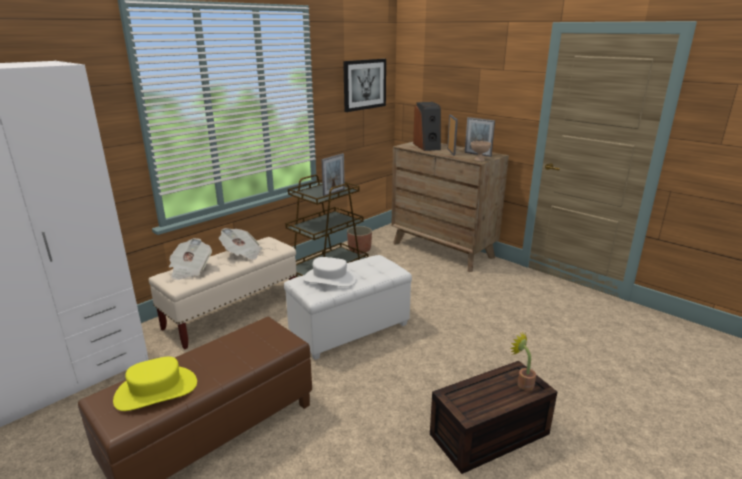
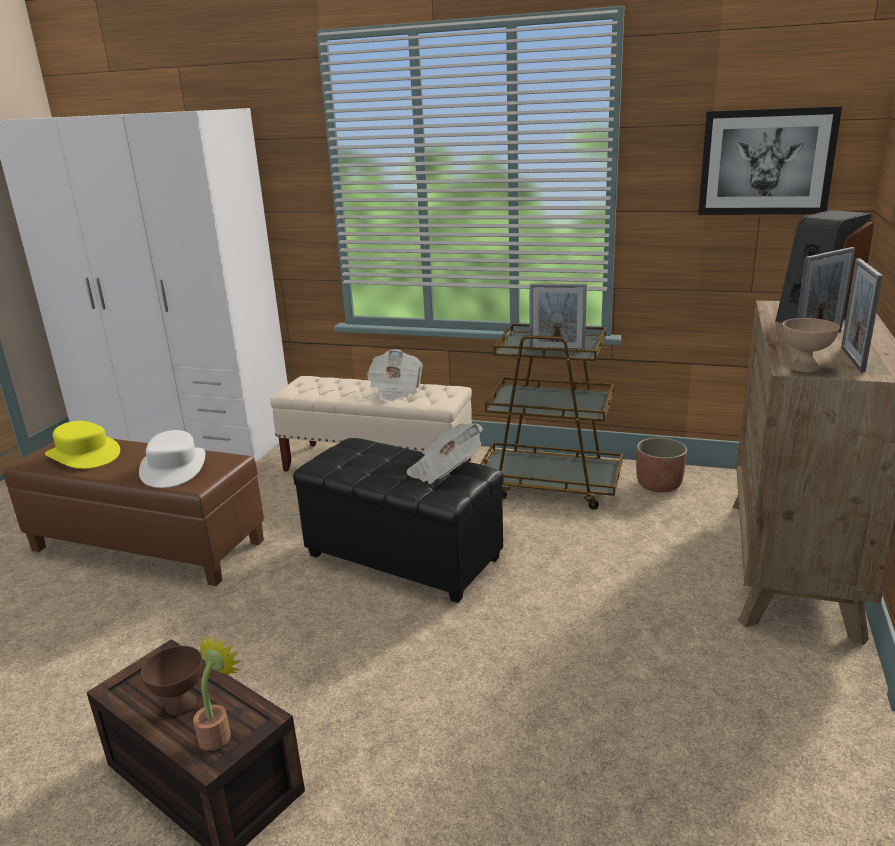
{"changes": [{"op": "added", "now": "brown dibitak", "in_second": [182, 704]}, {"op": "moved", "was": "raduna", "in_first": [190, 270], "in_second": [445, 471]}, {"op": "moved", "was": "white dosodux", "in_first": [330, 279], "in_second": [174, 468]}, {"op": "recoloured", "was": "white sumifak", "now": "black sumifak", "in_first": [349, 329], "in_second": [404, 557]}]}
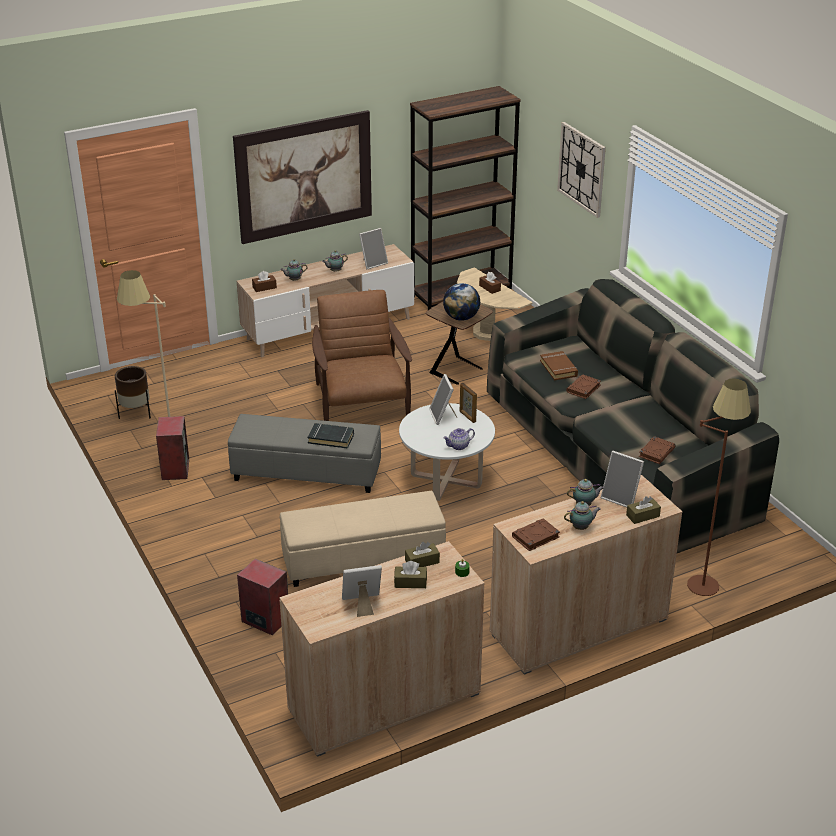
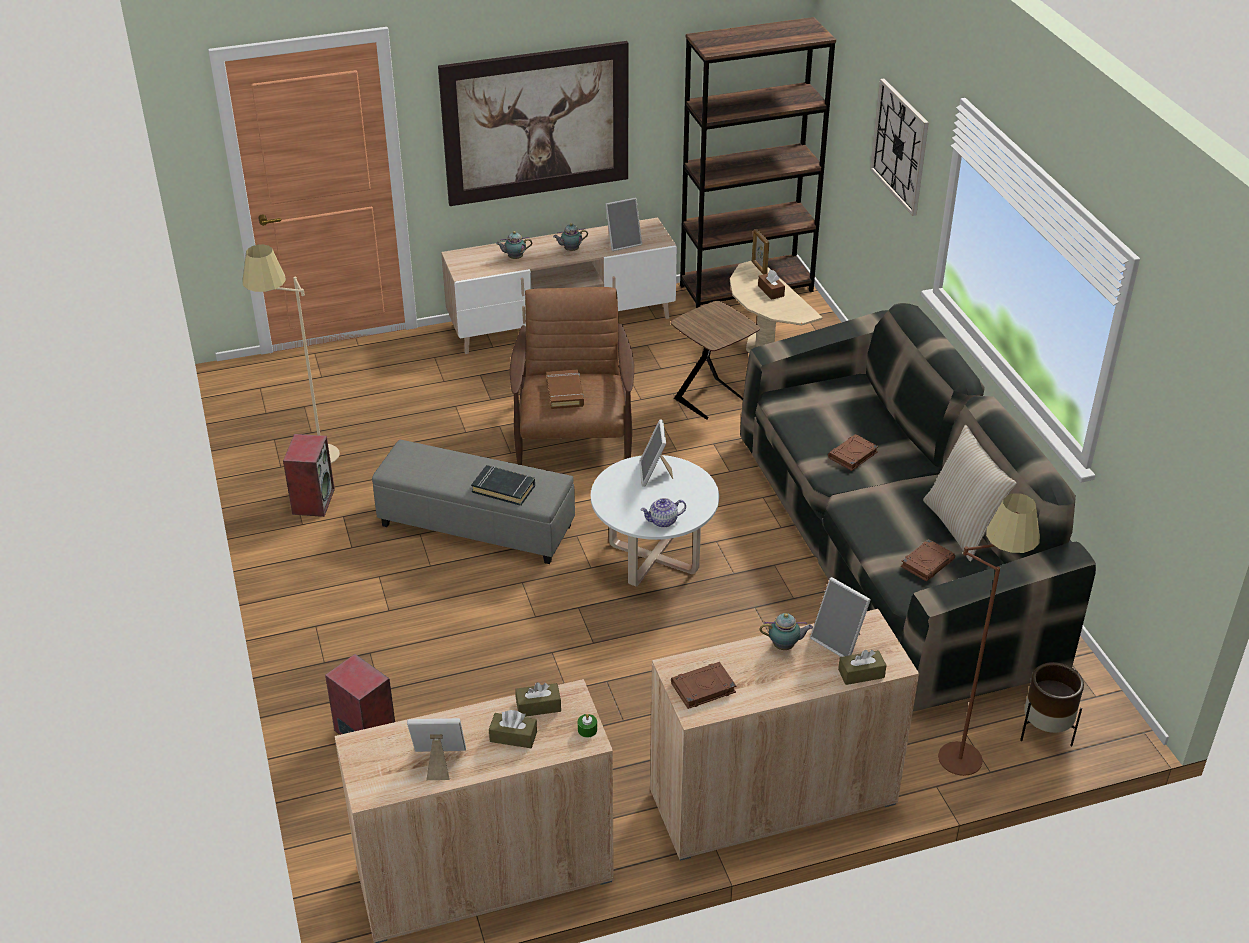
{"changes": [{"op": "removed", "was": "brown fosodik", "in_first": [264, 287]}, {"op": "removed", "was": "beige sumifak", "in_first": [363, 560]}, {"op": "removed", "was": "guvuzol", "in_first": [461, 318]}, {"op": "removed", "was": "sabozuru", "in_first": [581, 527]}, {"op": "added", "now": "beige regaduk", "in_second": [961, 527]}, {"op": "moved", "was": "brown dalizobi", "in_first": [136, 413], "in_second": [1045, 732]}, {"op": "moved", "was": "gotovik", "in_first": [467, 417], "in_second": [759, 268]}, {"op": "moved", "was": "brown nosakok", "in_first": [558, 368], "in_second": [565, 393]}]}
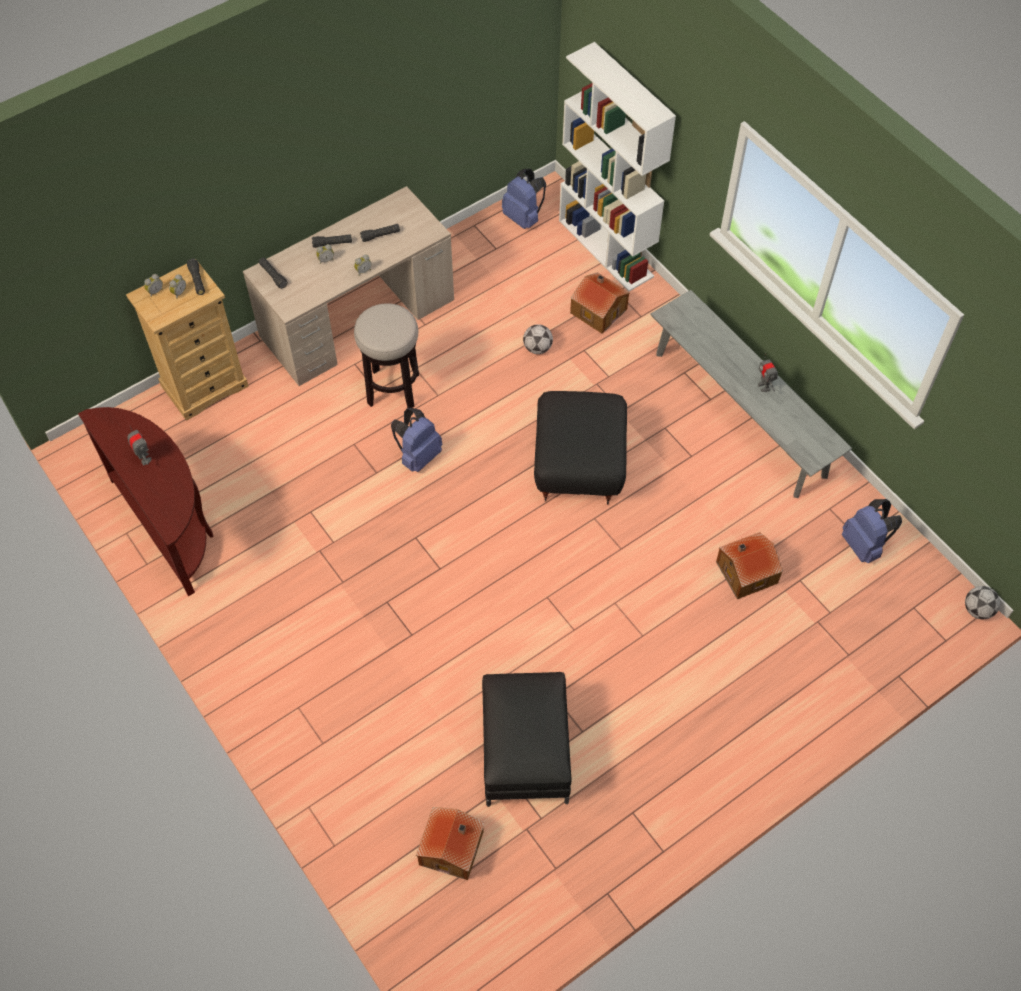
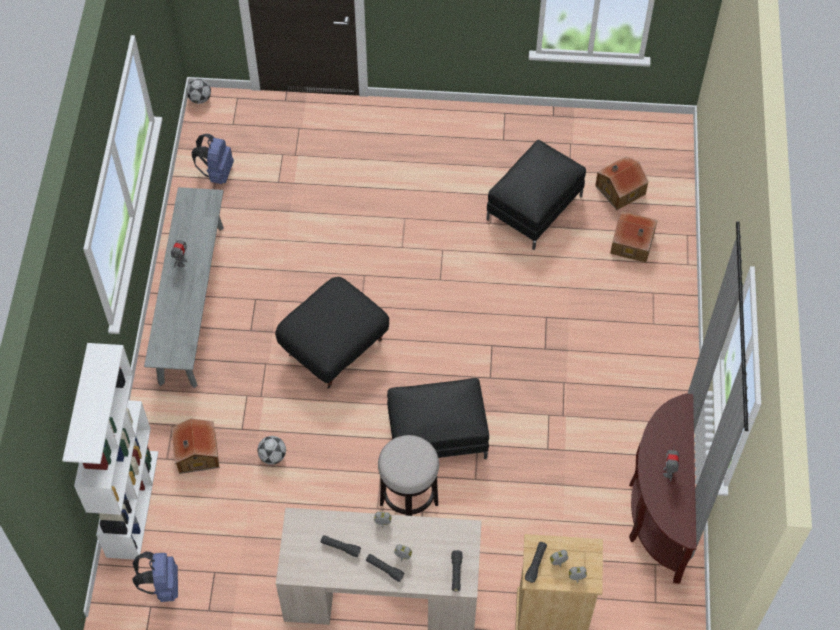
{"changes": [{"op": "moved", "was": "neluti", "in_first": [745, 572], "in_second": [632, 244]}, {"op": "replaced", "was": "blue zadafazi", "now": "black sumifak", "in_first": [418, 456], "in_second": [437, 435]}]}
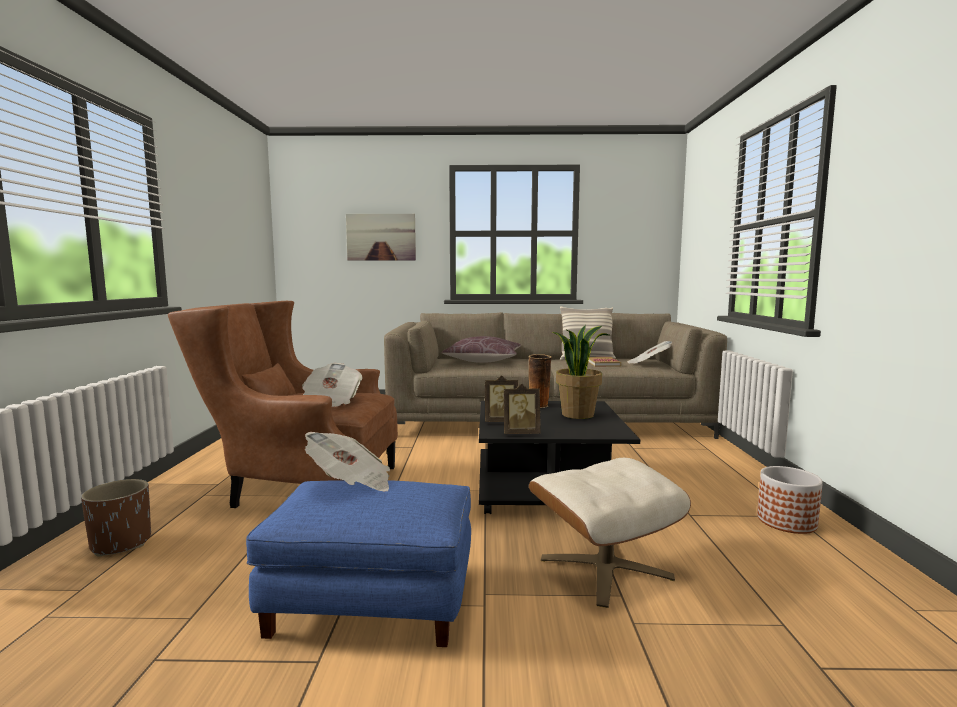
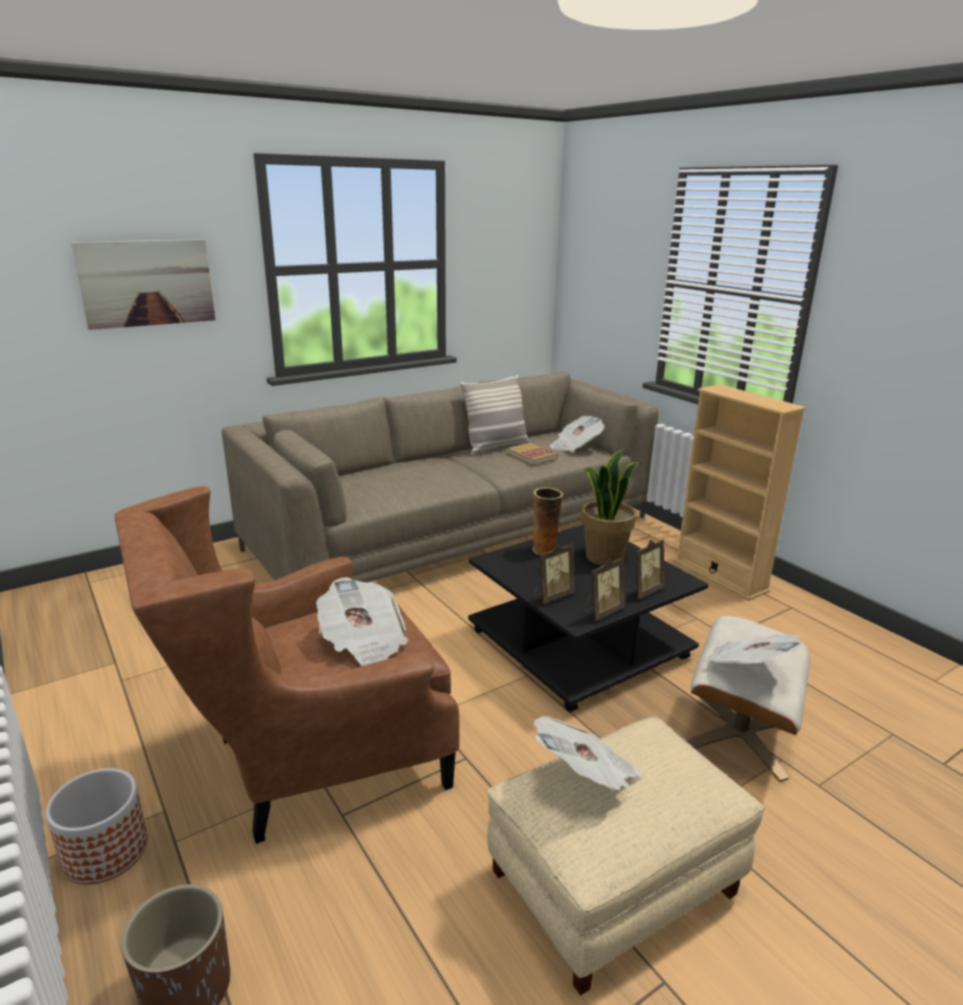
{"changes": [{"op": "removed", "was": "brown regaduk", "in_first": [483, 361]}, {"op": "added", "now": "gotovik", "in_second": [643, 591]}, {"op": "added", "now": "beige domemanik", "in_second": [720, 576]}, {"op": "added", "now": "raduna", "in_second": [747, 668]}, {"op": "moved", "was": "dalizobi", "in_first": [787, 521], "in_second": [107, 851]}, {"op": "recoloured", "was": "blue sumifak", "now": "beige sumifak", "in_first": [370, 601], "in_second": [614, 884]}]}
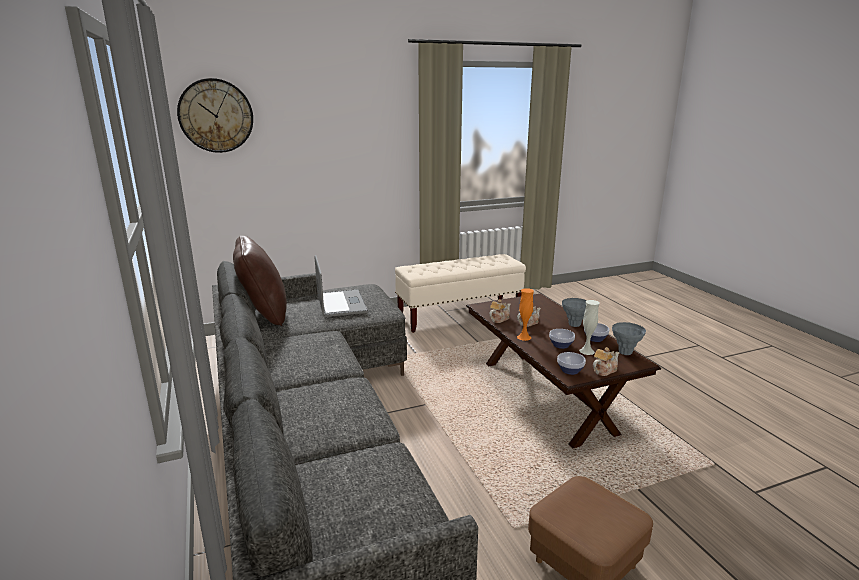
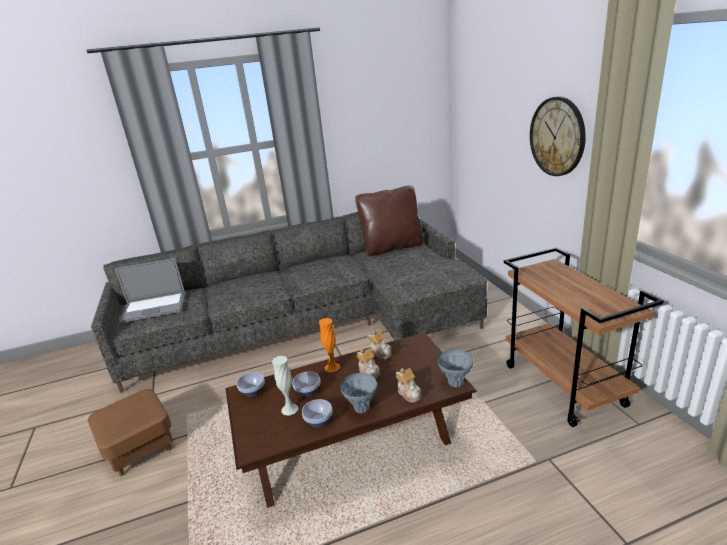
{"changes": [{"op": "moved", "was": "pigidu", "in_first": [216, 116], "in_second": [557, 137]}, {"op": "moved", "was": "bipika", "in_first": [341, 303], "in_second": [153, 307]}, {"op": "moved", "was": "sabozuru", "in_first": [604, 370], "in_second": [409, 393]}, {"op": "moved", "was": "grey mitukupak", "in_first": [625, 352], "in_second": [455, 383]}, {"op": "replaced", "was": "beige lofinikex", "now": "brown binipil", "in_first": [459, 315], "in_second": [564, 385]}]}
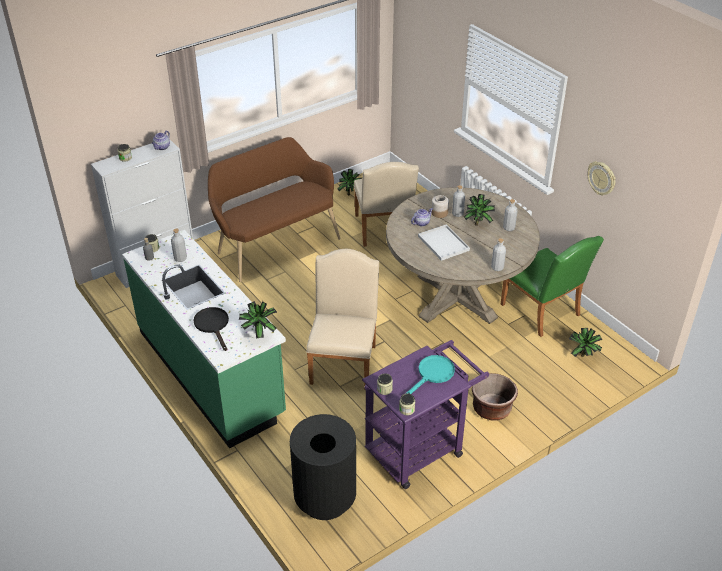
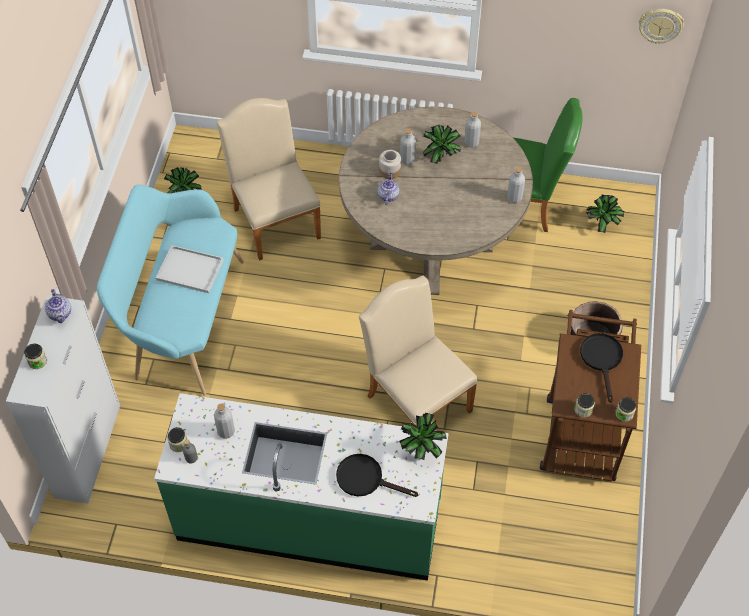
{"changes": [{"op": "removed", "was": "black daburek", "in_first": [325, 499]}, {"op": "moved", "was": "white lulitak", "in_first": [444, 243], "in_second": [191, 270]}, {"op": "moved", "was": "pigidu", "in_first": [601, 178], "in_second": [660, 25]}, {"op": "recoloured", "was": "brown lofinikex", "now": "turquoise lofinikex", "in_first": [275, 244], "in_second": [183, 320]}, {"op": "recoloured", "was": "purple binipil", "now": "brown binipil", "in_first": [420, 447], "in_second": [580, 429]}, {"op": "recoloured", "was": "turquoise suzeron", "now": "black suzeron", "in_first": [433, 374], "in_second": [602, 360]}, {"op": "turned", "was": "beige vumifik", "in_first": [383, 231], "in_second": [274, 218], "clockwise": -150}]}
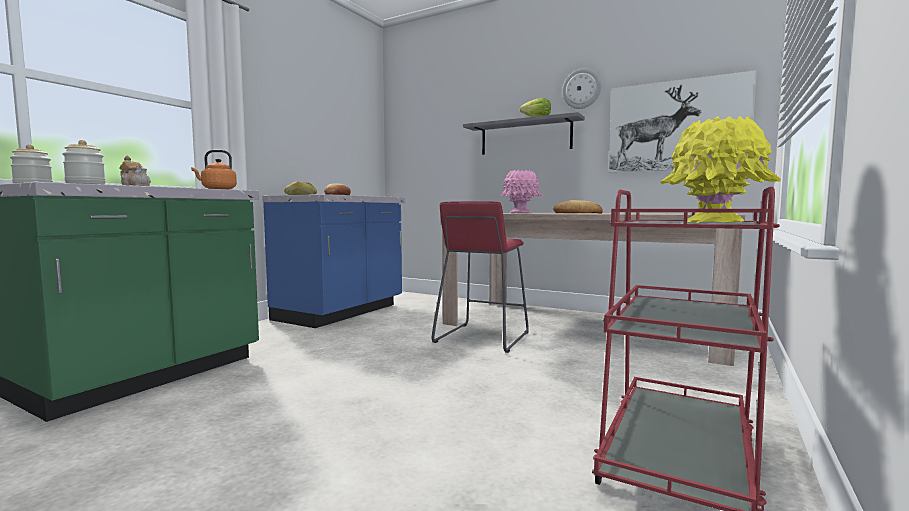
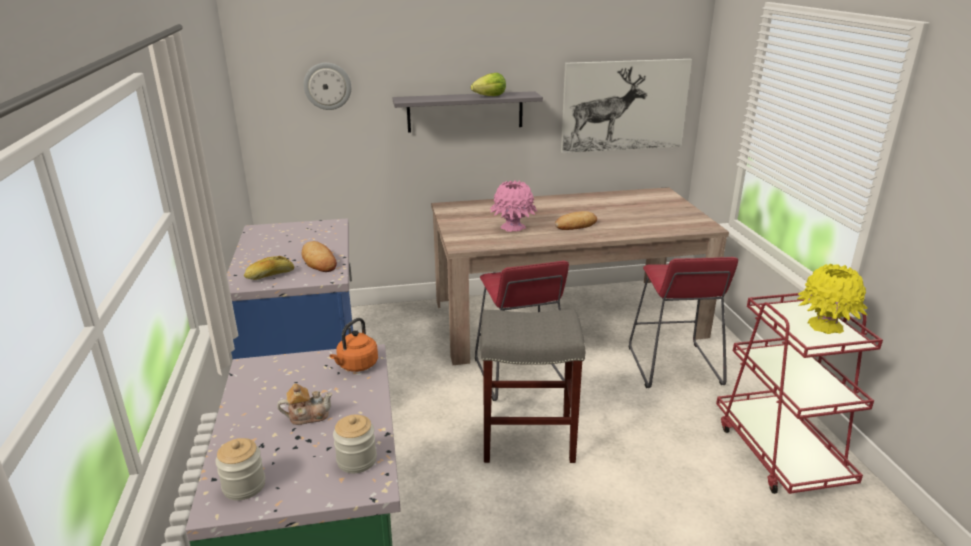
{"changes": [{"op": "added", "now": "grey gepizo", "in_second": [529, 439]}, {"op": "added", "now": "red gepizo", "in_second": [673, 366]}, {"op": "moved", "was": "pigidu", "in_first": [581, 89], "in_second": [327, 86]}]}
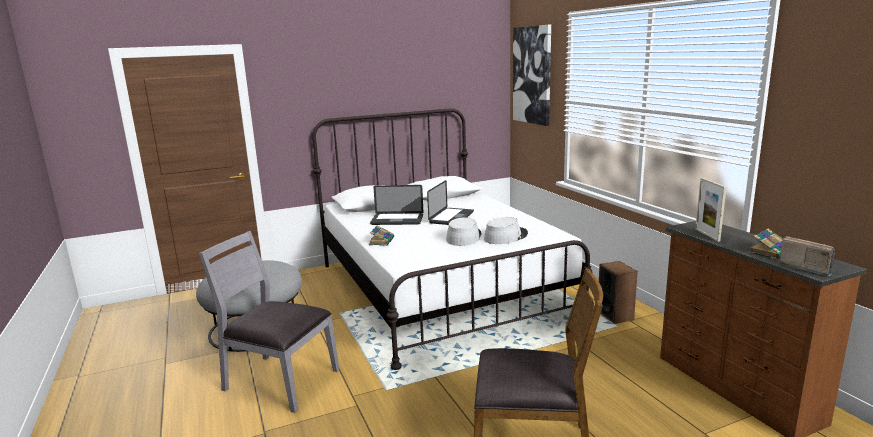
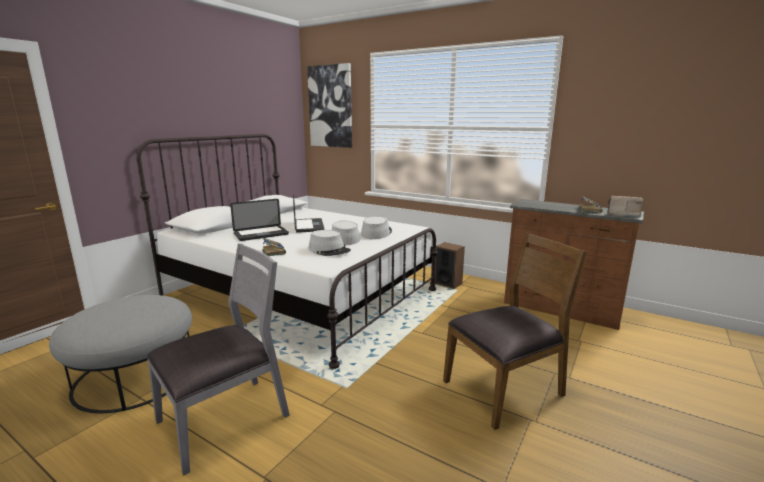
{"changes": [{"op": "removed", "was": "gotovik", "in_first": [707, 235]}, {"op": "added", "now": "grey dosodux", "in_second": [329, 250]}, {"op": "turned", "was": "grey vumifik", "in_first": [279, 381], "in_second": [225, 419], "clockwise": 150}]}
